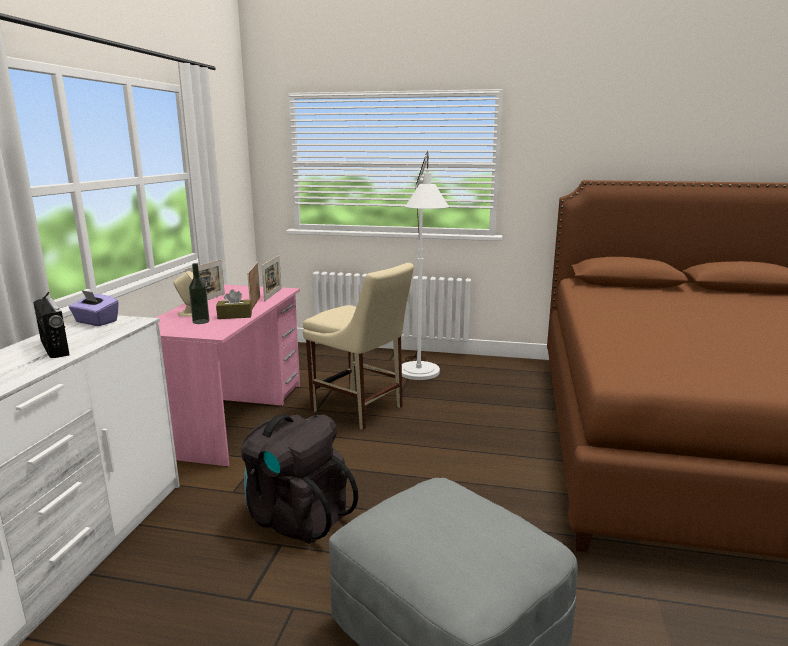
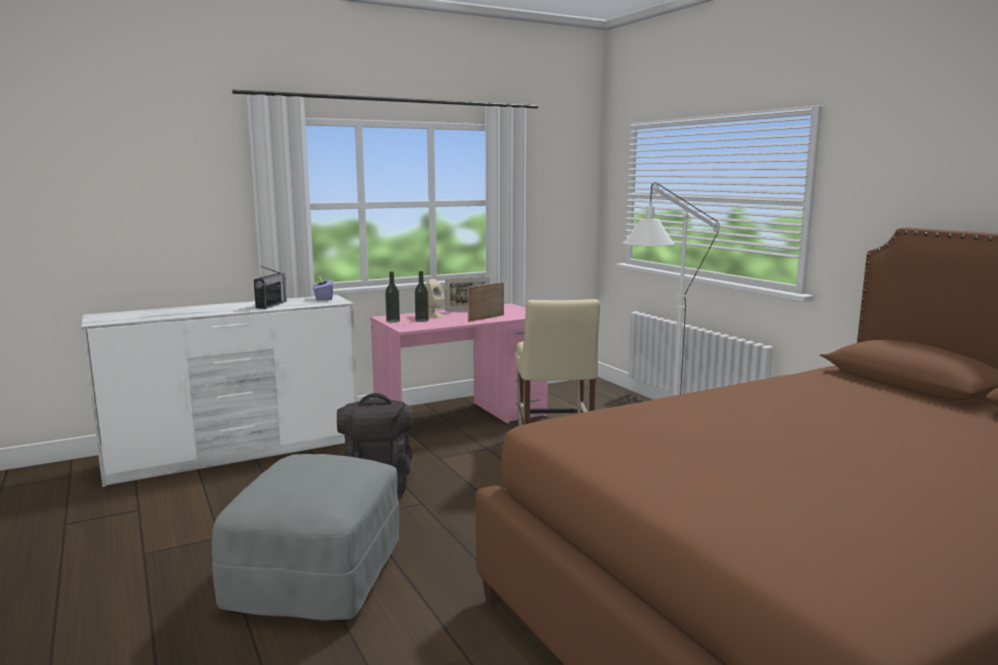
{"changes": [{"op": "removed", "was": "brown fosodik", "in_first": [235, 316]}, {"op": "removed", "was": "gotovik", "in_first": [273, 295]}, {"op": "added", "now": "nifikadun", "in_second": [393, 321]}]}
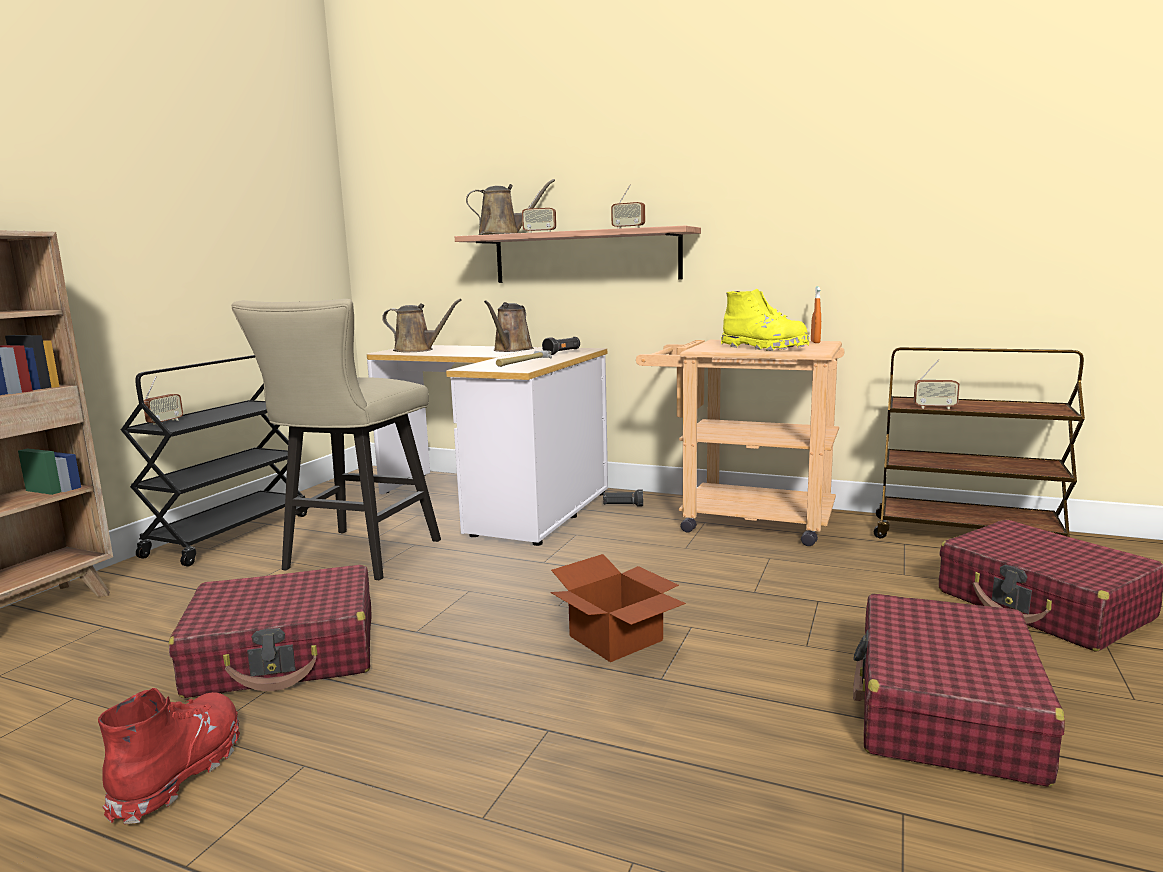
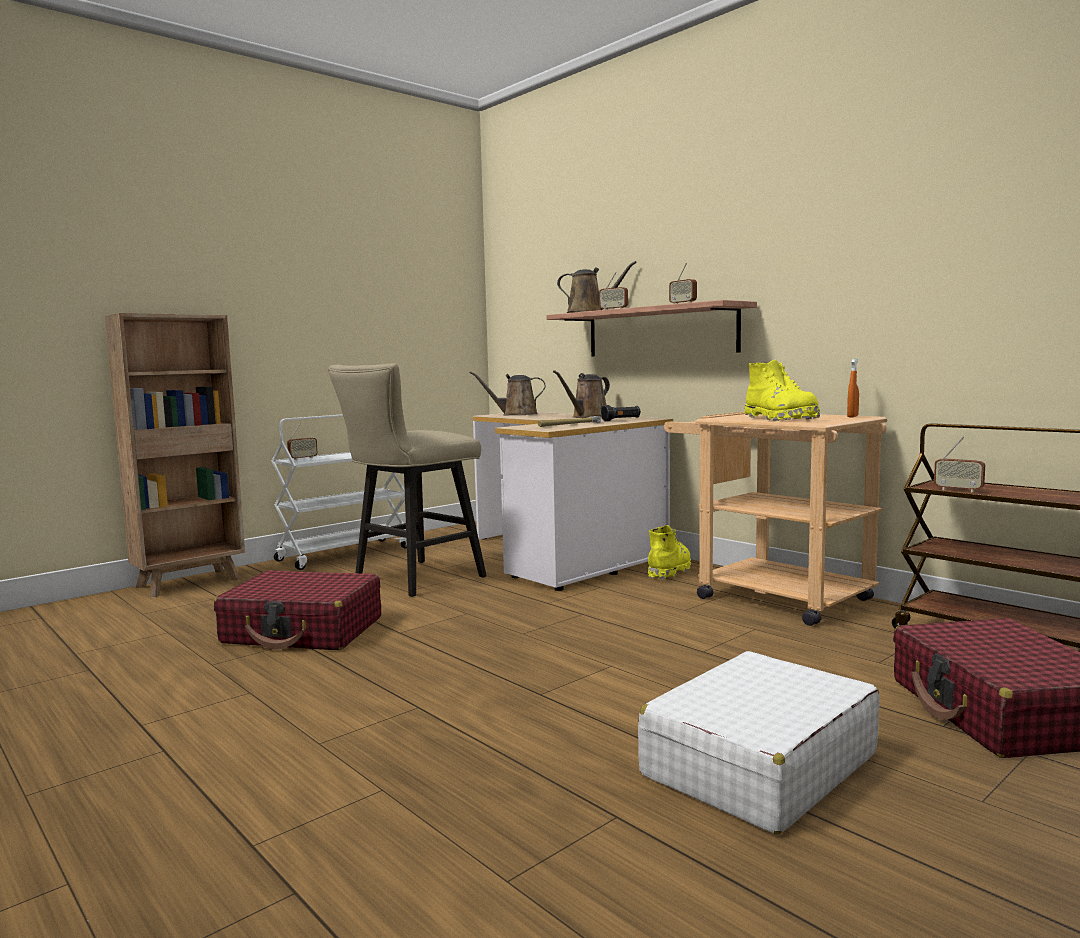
{"changes": [{"op": "removed", "was": "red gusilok", "in_first": [181, 770]}, {"op": "removed", "was": "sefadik", "in_first": [616, 639]}, {"op": "replaced", "was": "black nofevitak", "now": "yellow gusilok", "in_first": [622, 506], "in_second": [669, 571]}, {"op": "recoloured", "was": "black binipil", "now": "white binipil", "in_first": [230, 534], "in_second": [345, 554]}, {"op": "recoloured", "was": "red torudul", "now": "white torudul", "in_first": [945, 710], "in_second": [758, 765]}, {"op": "turned", "was": "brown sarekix", "in_first": [417, 350], "in_second": [516, 414], "clockwise": 135}]}
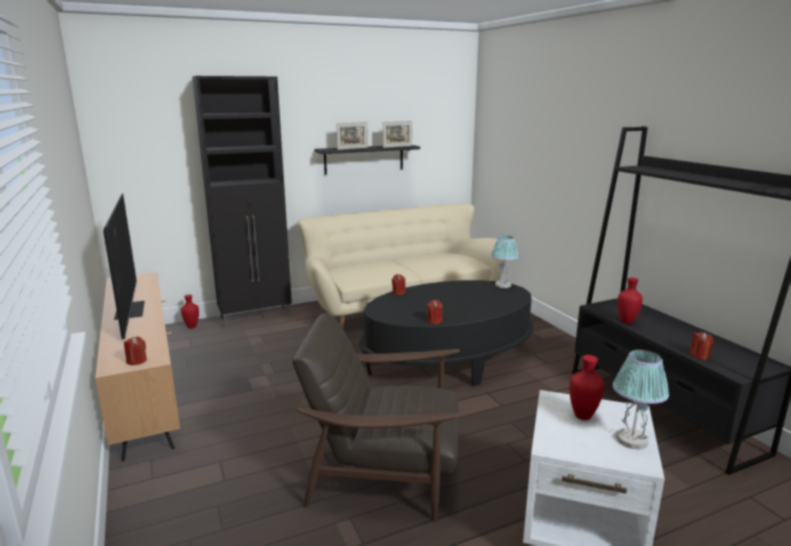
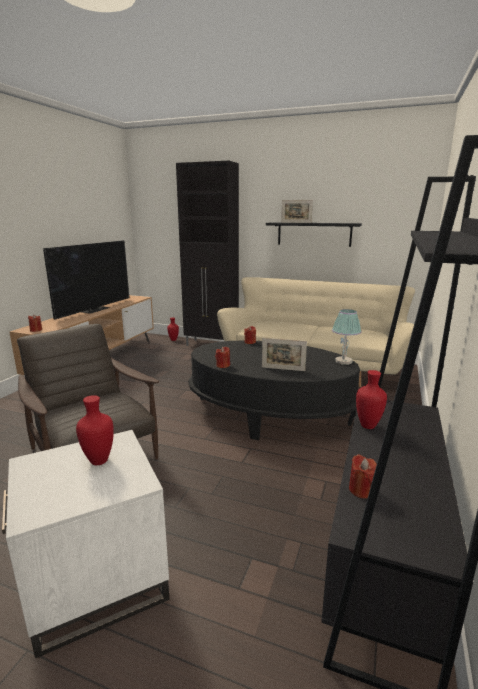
{"changes": [{"op": "removed", "was": "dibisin", "in_first": [631, 440]}, {"op": "moved", "was": "gotovik", "in_first": [397, 146], "in_second": [283, 369]}]}
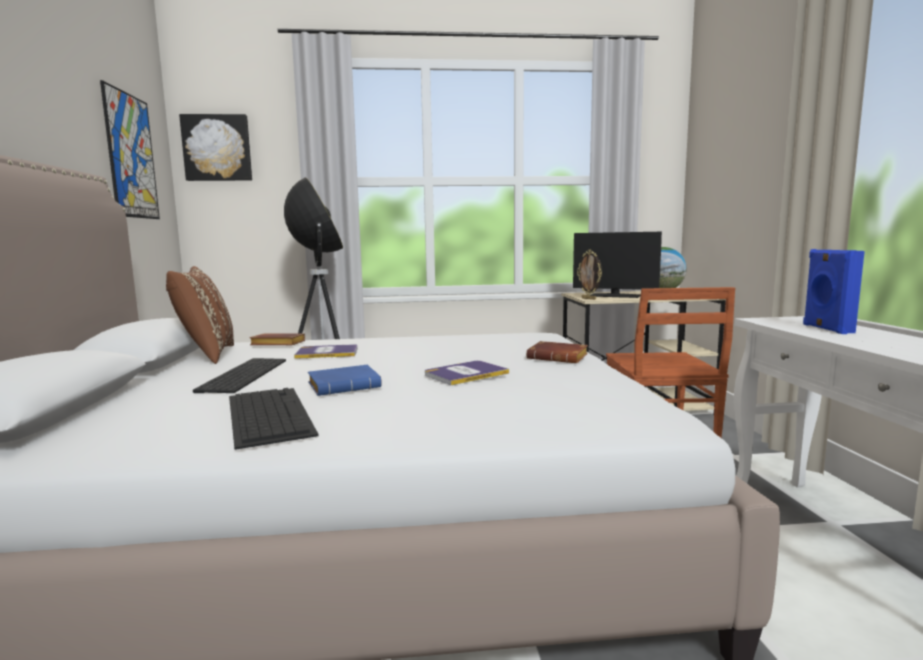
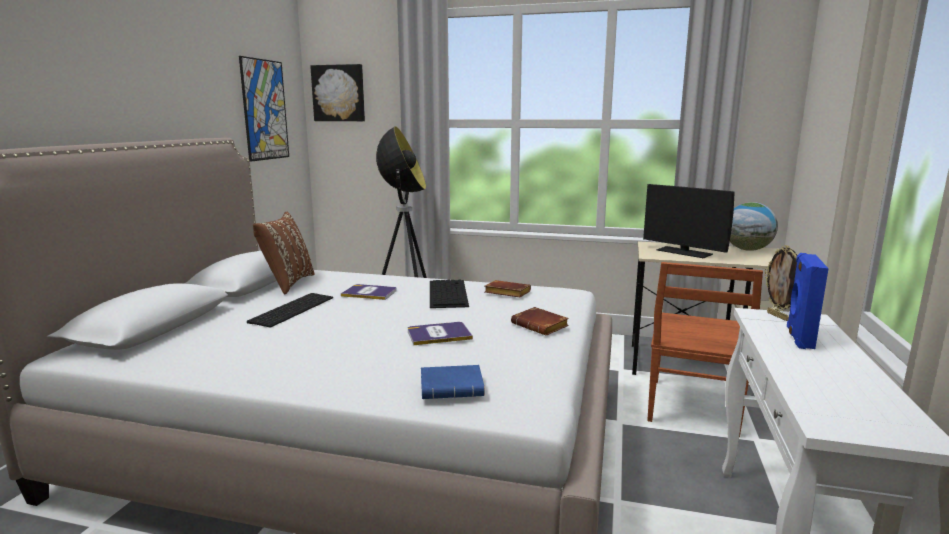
{"changes": [{"op": "moved", "was": "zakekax", "in_first": [267, 414], "in_second": [447, 293]}, {"op": "moved", "was": "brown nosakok", "in_first": [276, 344], "in_second": [506, 293]}, {"op": "moved", "was": "blue nosakok", "in_first": [346, 386], "in_second": [453, 387]}, {"op": "moved", "was": "gotovik", "in_first": [589, 299], "in_second": [778, 316]}]}
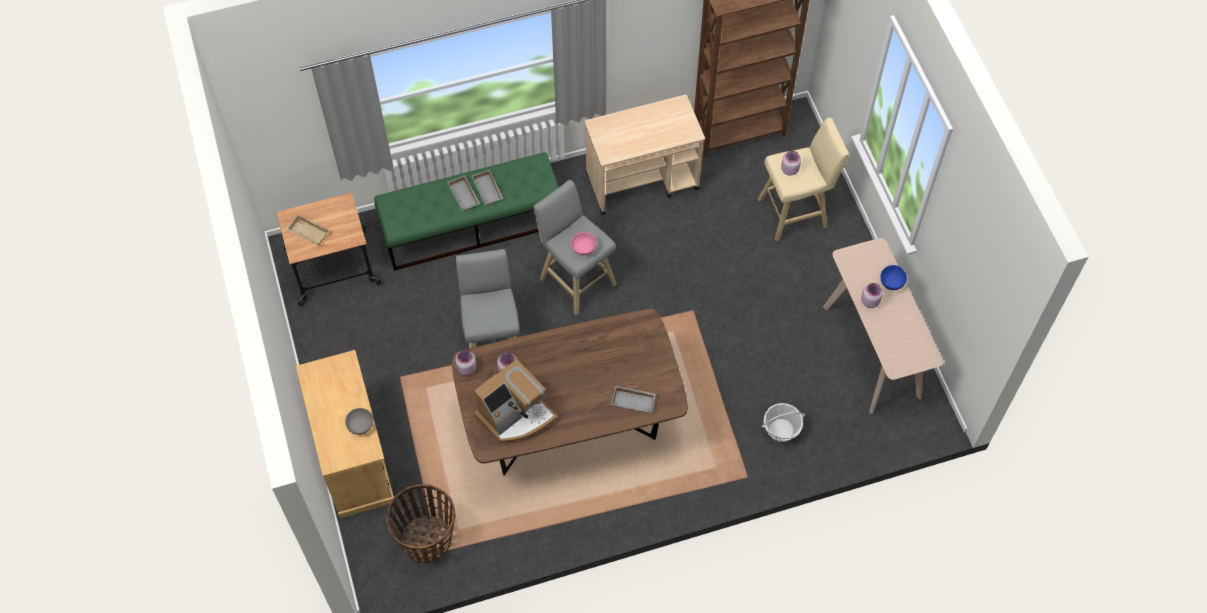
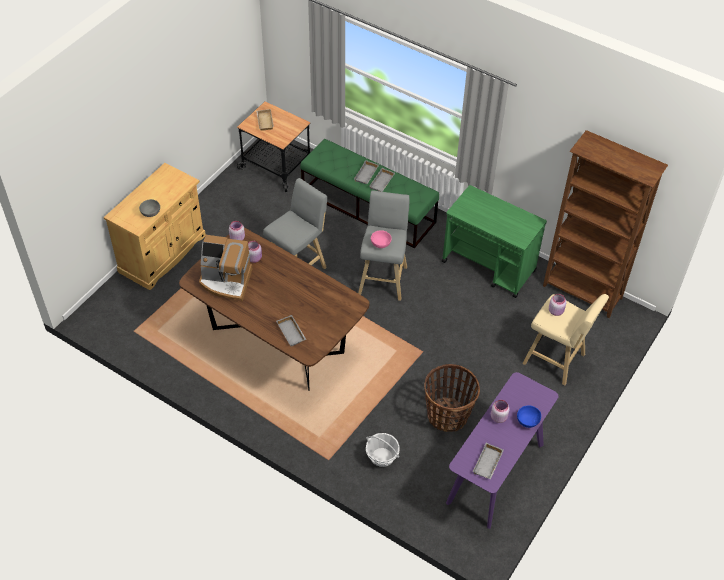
{"changes": [{"op": "added", "now": "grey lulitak", "in_second": [488, 464]}, {"op": "moved", "was": "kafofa", "in_first": [427, 539], "in_second": [447, 415]}, {"op": "recoloured", "was": "beige binipil", "now": "green binipil", "in_first": [643, 181], "in_second": [489, 267]}, {"op": "recoloured", "was": "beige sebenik", "now": "purple sebenik", "in_first": [872, 351], "in_second": [496, 473]}]}
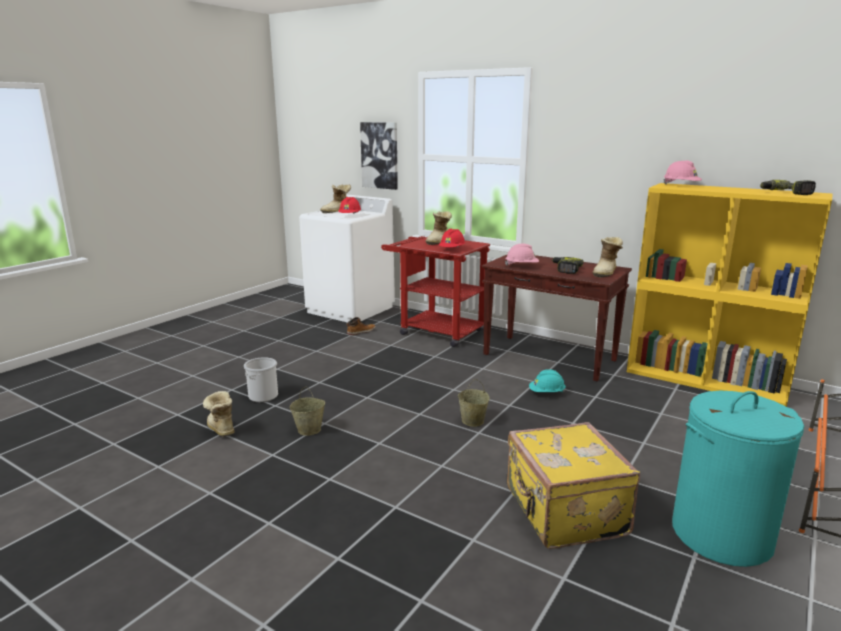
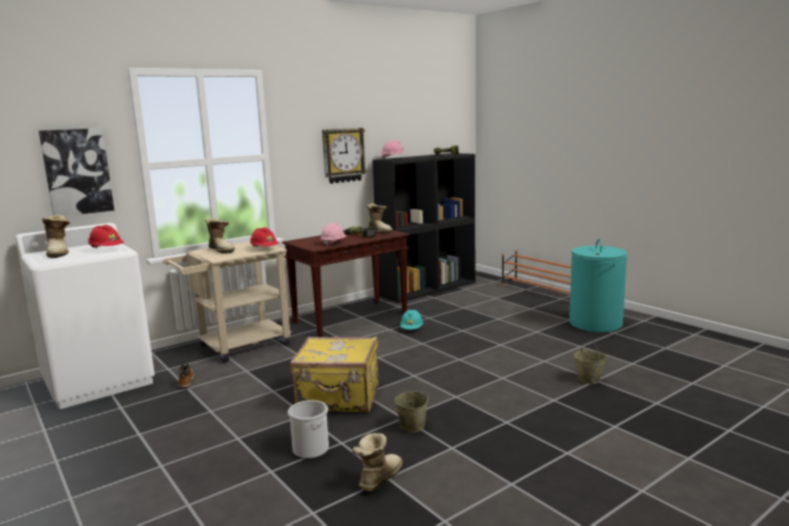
{"changes": [{"op": "added", "now": "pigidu", "in_second": [343, 155]}, {"op": "moved", "was": "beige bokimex", "in_first": [473, 421], "in_second": [589, 379]}, {"op": "moved", "was": "yellow torudul", "in_first": [563, 513], "in_second": [339, 398]}, {"op": "recoloured", "was": "red binipil", "now": "beige binipil", "in_first": [435, 331], "in_second": [237, 347]}, {"op": "recoloured", "was": "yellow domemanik", "now": "black domemanik", "in_first": [706, 380], "in_second": [428, 288]}, {"op": "turned", "was": "gusilok", "in_first": [220, 429], "in_second": [377, 478], "clockwise": 135}]}
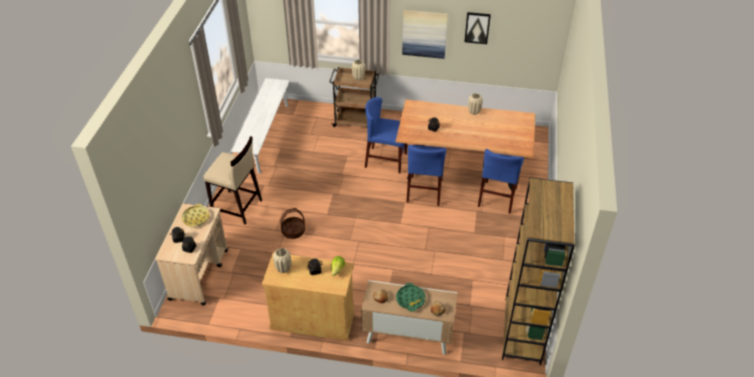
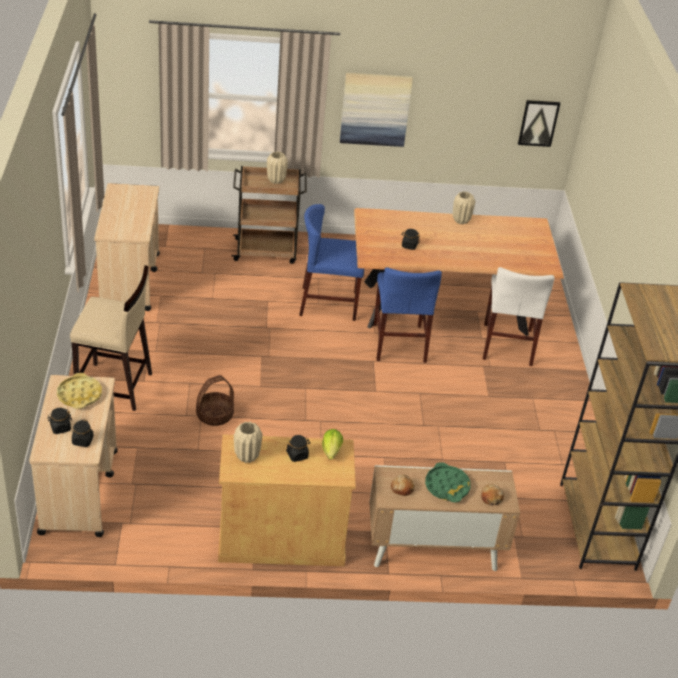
{"changes": [{"op": "moved", "was": "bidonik", "in_first": [477, 27], "in_second": [538, 123]}, {"op": "replaced", "was": "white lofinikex", "now": "beige binipil", "in_first": [265, 136], "in_second": [130, 280]}, {"op": "recoloured", "was": "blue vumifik", "now": "white vumifik", "in_first": [497, 197], "in_second": [507, 344]}]}
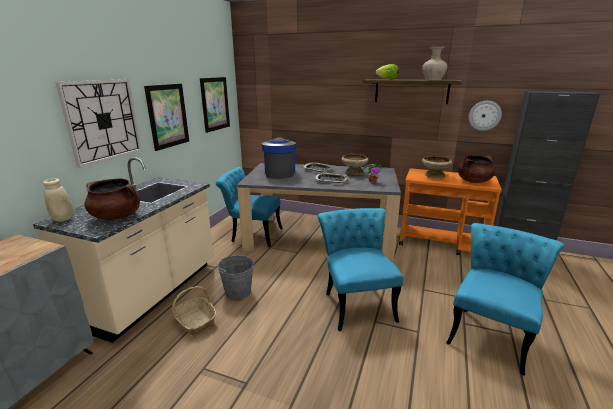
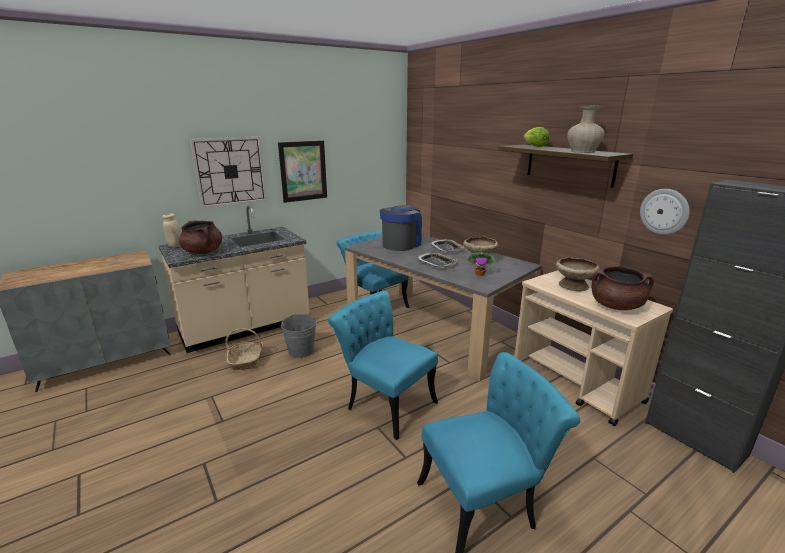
{"changes": [{"op": "removed", "was": "bidonik", "in_first": [215, 104]}, {"op": "recoloured", "was": "orange binipil", "now": "beige binipil", "in_first": [441, 243], "in_second": [576, 384]}, {"op": "turned", "was": "turquoise vumifik", "in_first": [356, 302], "in_second": [384, 402], "clockwise": -75}]}
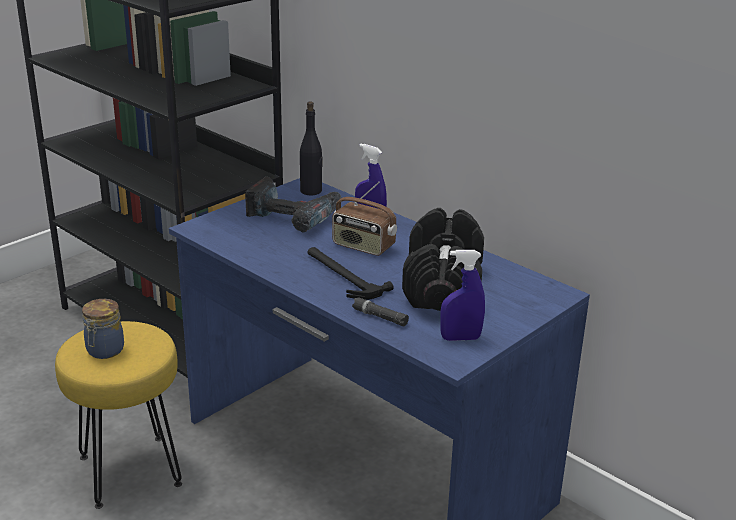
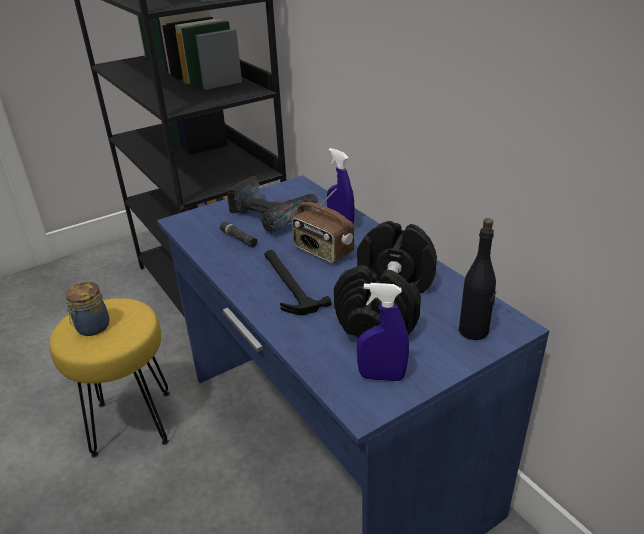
{"changes": [{"op": "moved", "was": "black nifikadun", "in_first": [311, 191], "in_second": [474, 331]}, {"op": "moved", "was": "black nofevitak", "in_first": [380, 317], "in_second": [238, 238]}]}
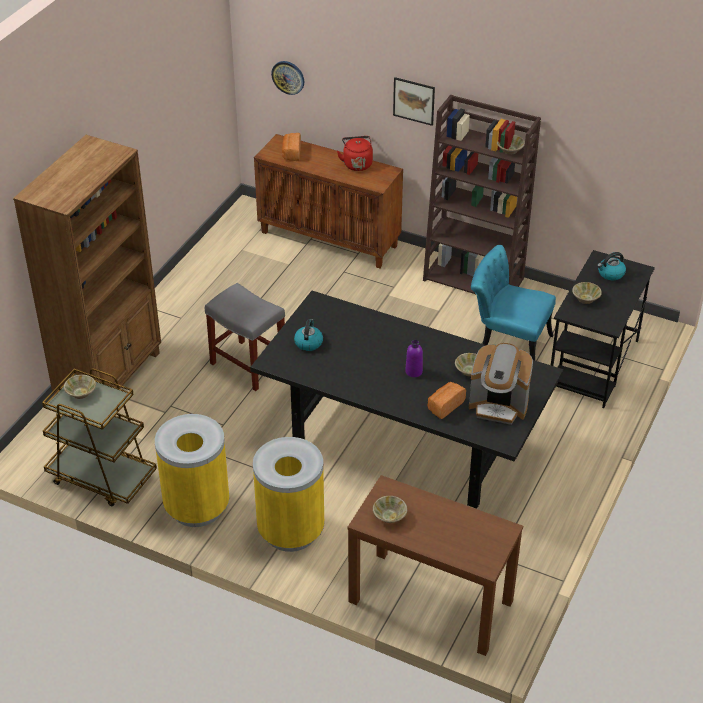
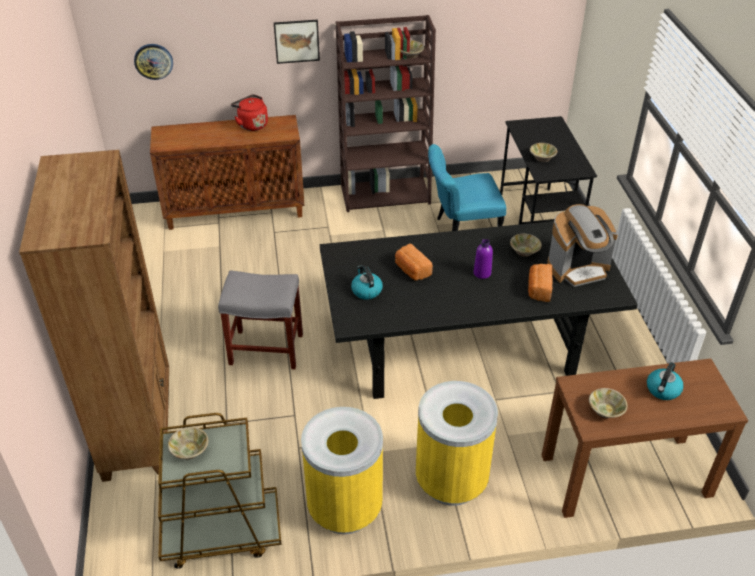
{"changes": [{"op": "moved", "was": "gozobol", "in_first": [291, 153], "in_second": [411, 270]}, {"op": "moved", "was": "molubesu", "in_first": [610, 274], "in_second": [663, 390]}]}
